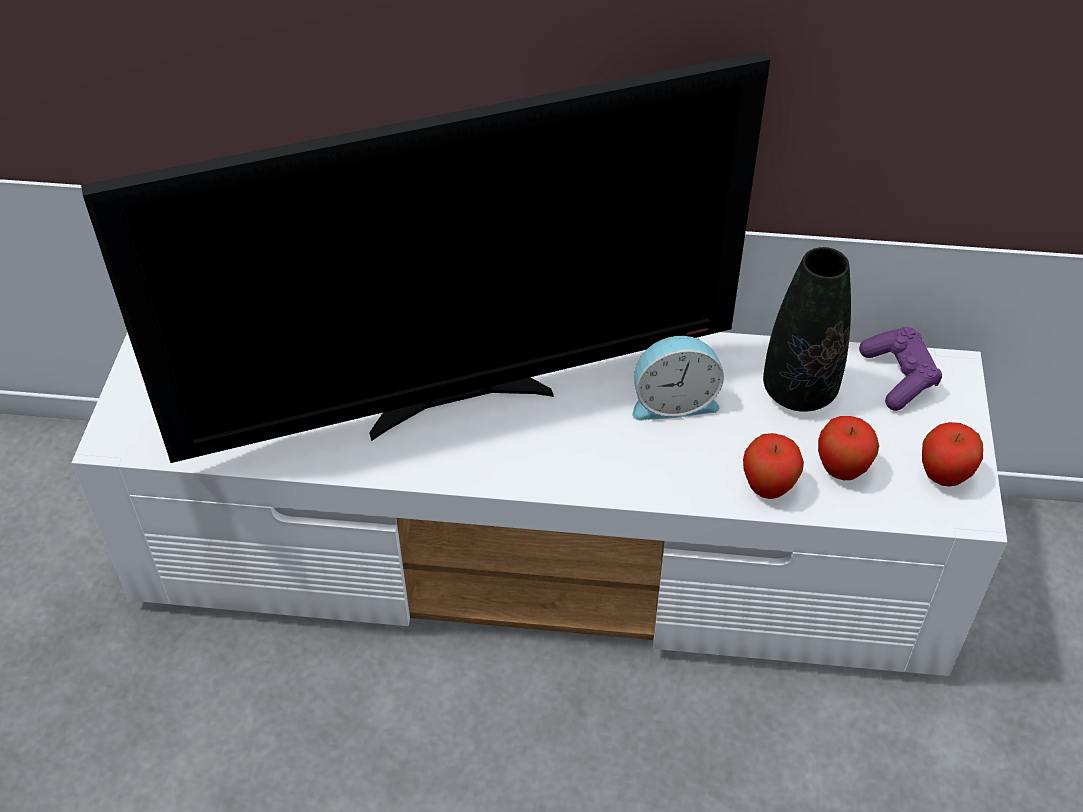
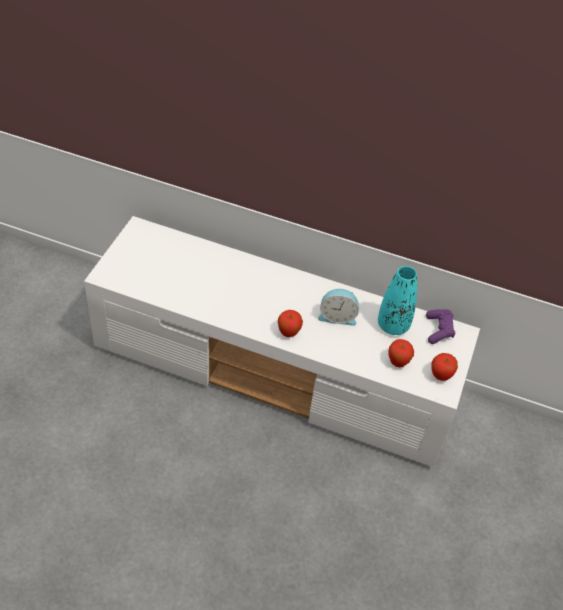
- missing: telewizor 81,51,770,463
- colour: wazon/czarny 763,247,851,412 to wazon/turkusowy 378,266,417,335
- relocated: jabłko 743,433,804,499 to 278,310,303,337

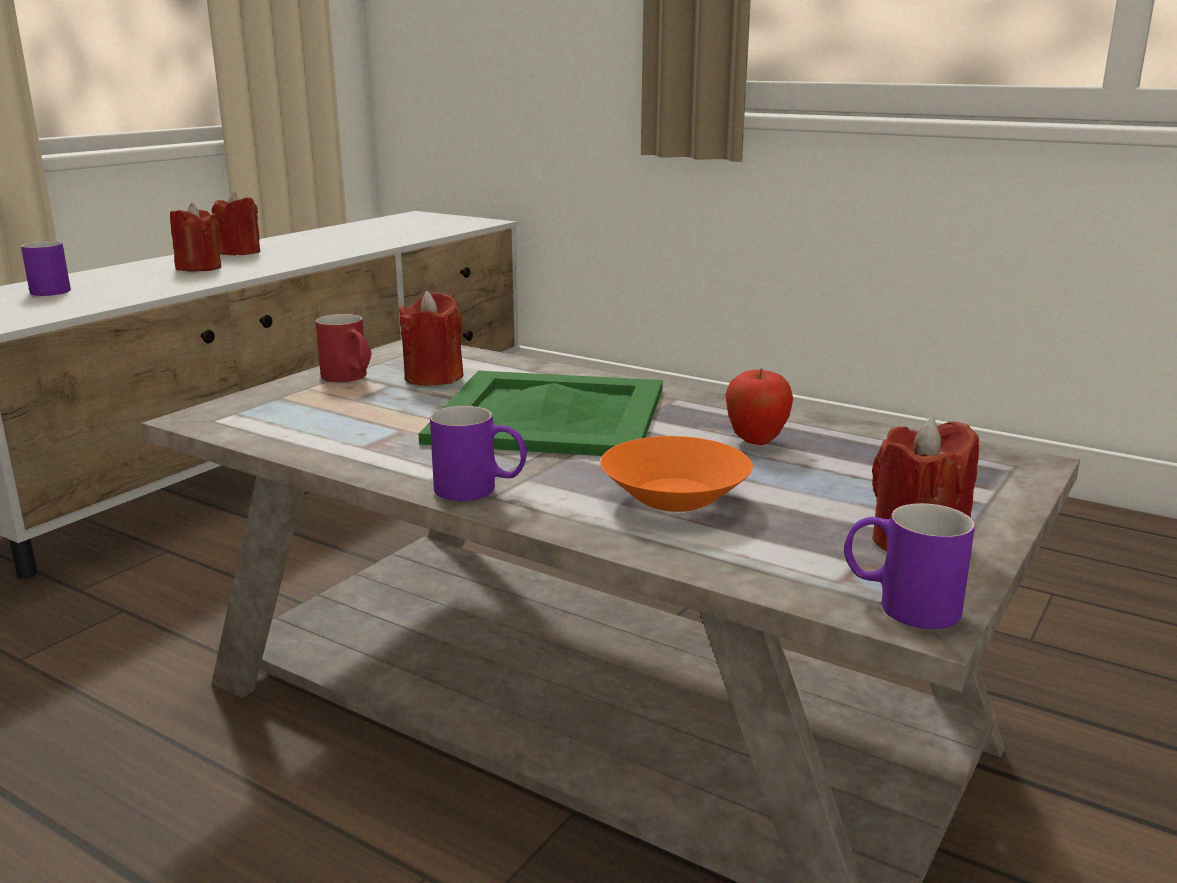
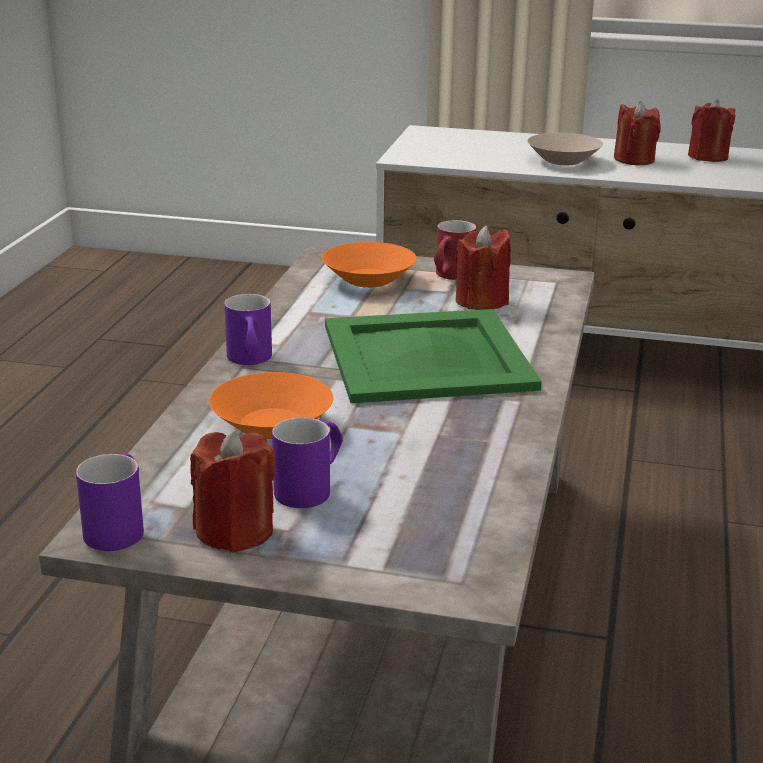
- relocated: kubek/fioletowy 21,241,71,296 to 272,417,343,508
- missing: jabłko 725,368,793,445
- appeared: miska/beżowy 527,133,603,165
- appeared: miska/pomarańczowy 322,242,417,288

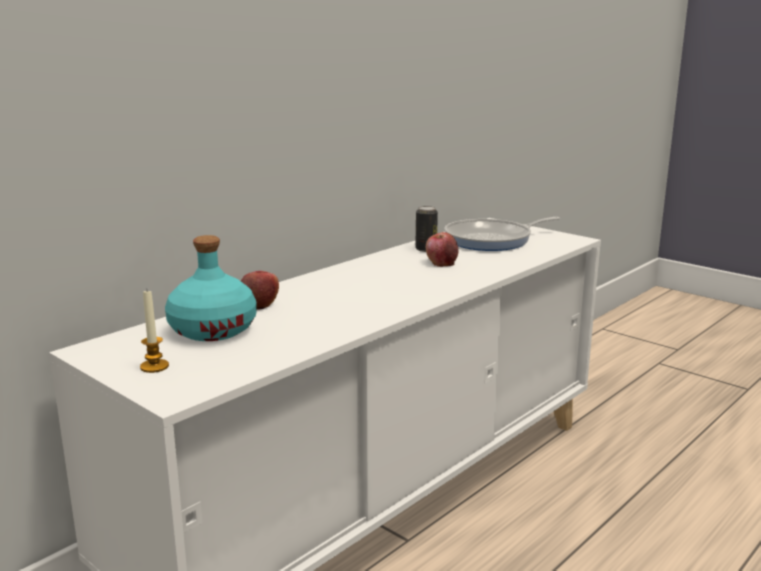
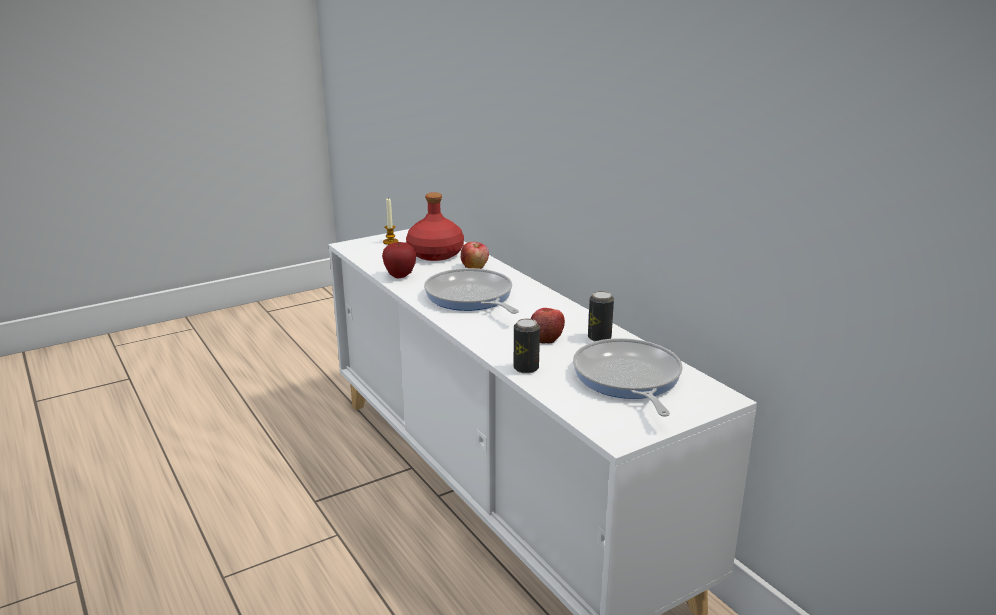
- colour: butelka/turkusowy 165,235,256,341 to butelka/czerwony 406,192,464,261
- appeared: jabłko 382,242,416,278
- appeared: patelnia 424,268,519,314
- appeared: puszka 514,319,540,374

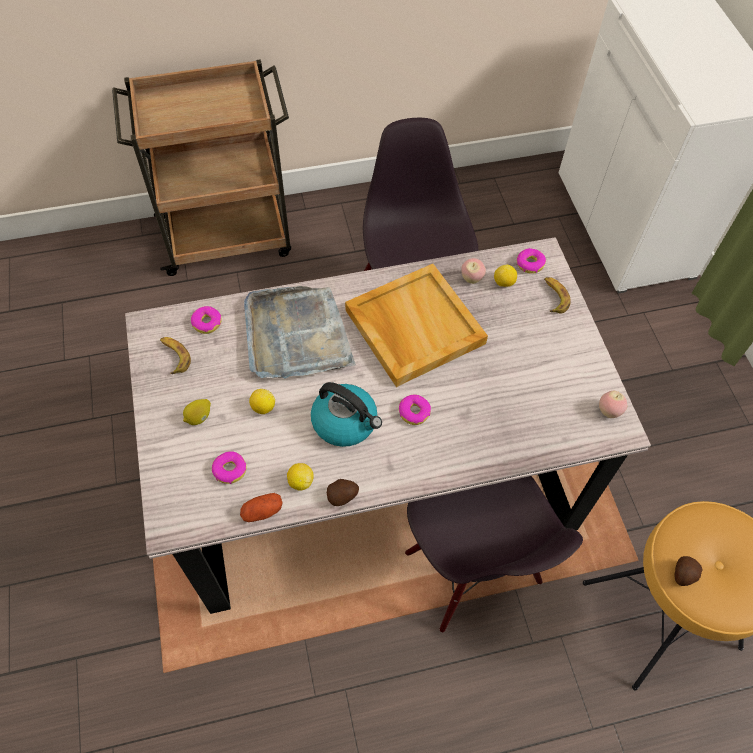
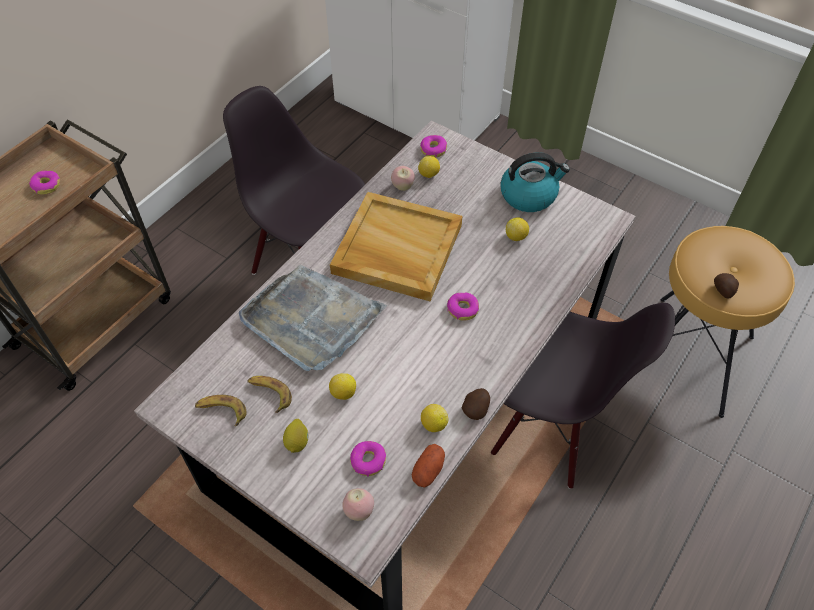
- relocated: banan 544,277,571,314 to 247,376,292,413
- relocated: donut 191,306,222,334 to 29,171,60,195
- relocated: czajnik 311,382,382,447 to 500,152,570,212
- relocated: jabłko 599,391,627,418 to 342,488,374,521
- appeared: cytryna 506,218,529,241

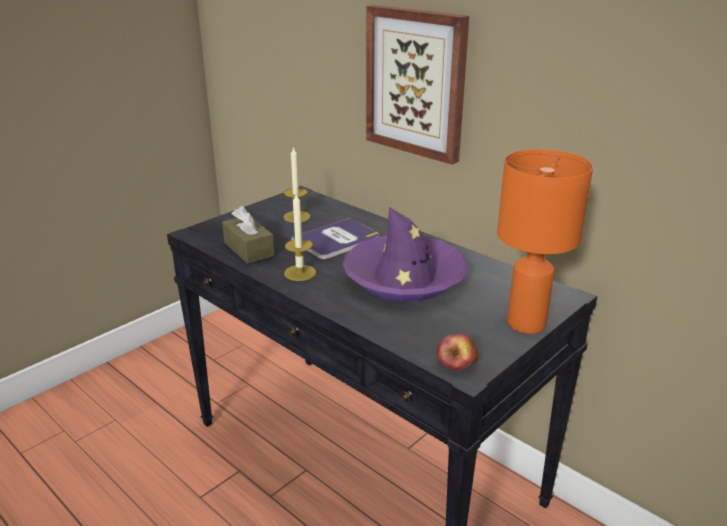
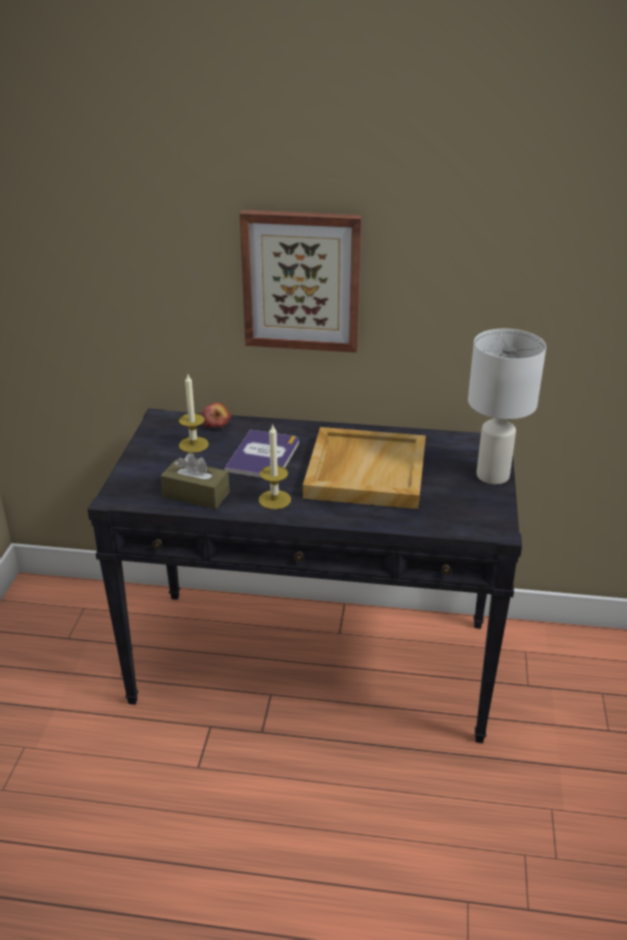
- colour: lampa stołowa/pomarańczowy 497,149,593,334 to lampa stołowa/biały 468,329,546,484
- exchanged: kapelusz/fioletowy 342,207,468,302 to taca/beżowy 303,427,426,509
- relocated: jabłko 437,334,479,371 to 201,402,231,428

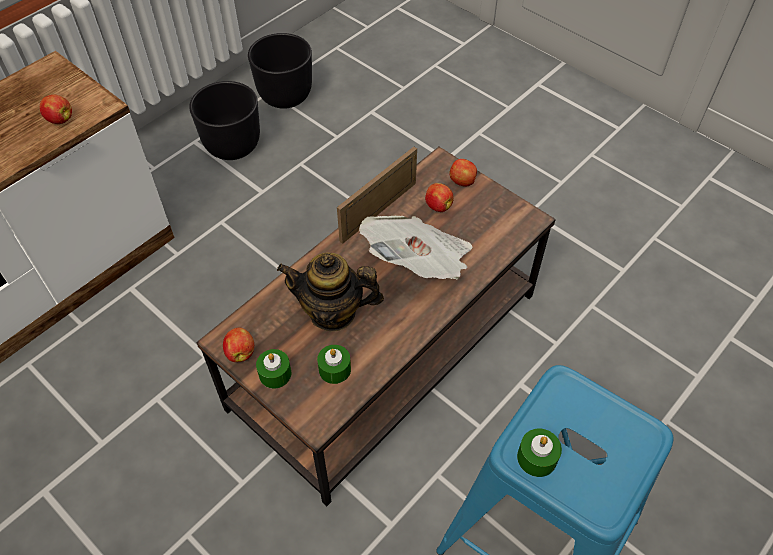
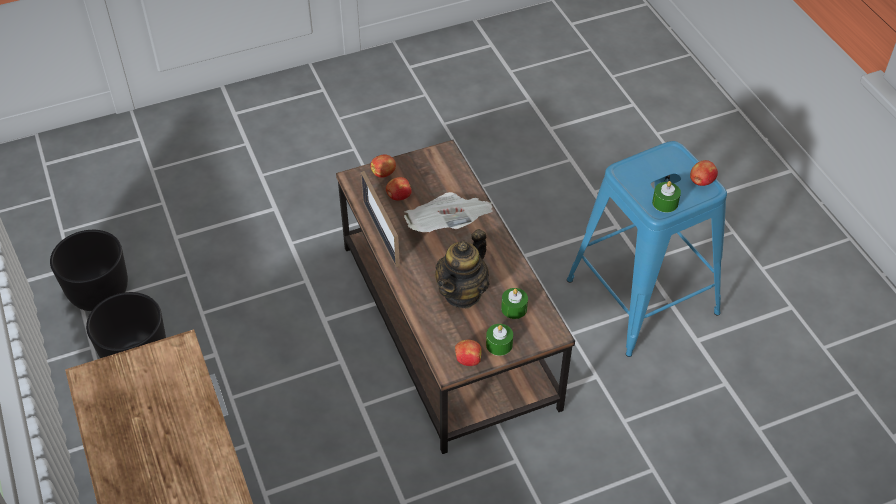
- relocated: jabłko 40,95,72,124 to 690,160,718,186

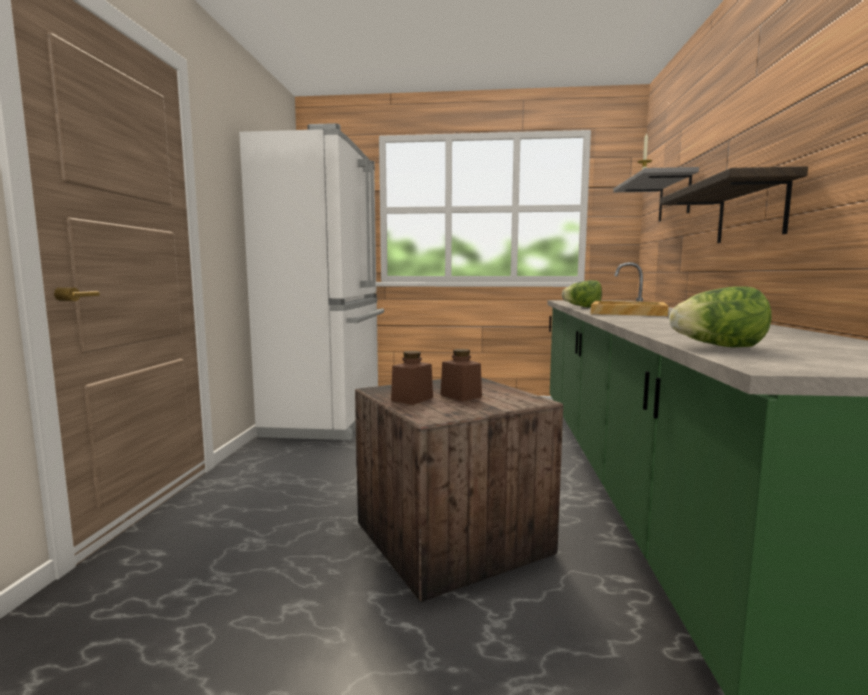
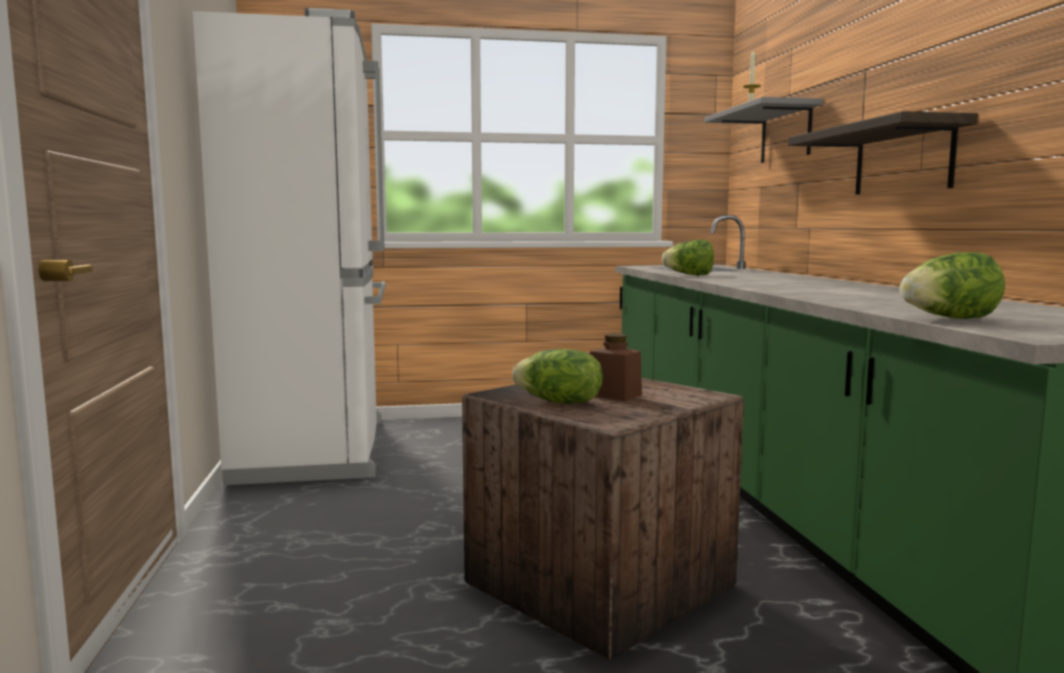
- missing: taca/beżowy 591,301,669,316
- exchanged: słoik/brązowy 391,351,433,405 to sałata 512,349,603,404

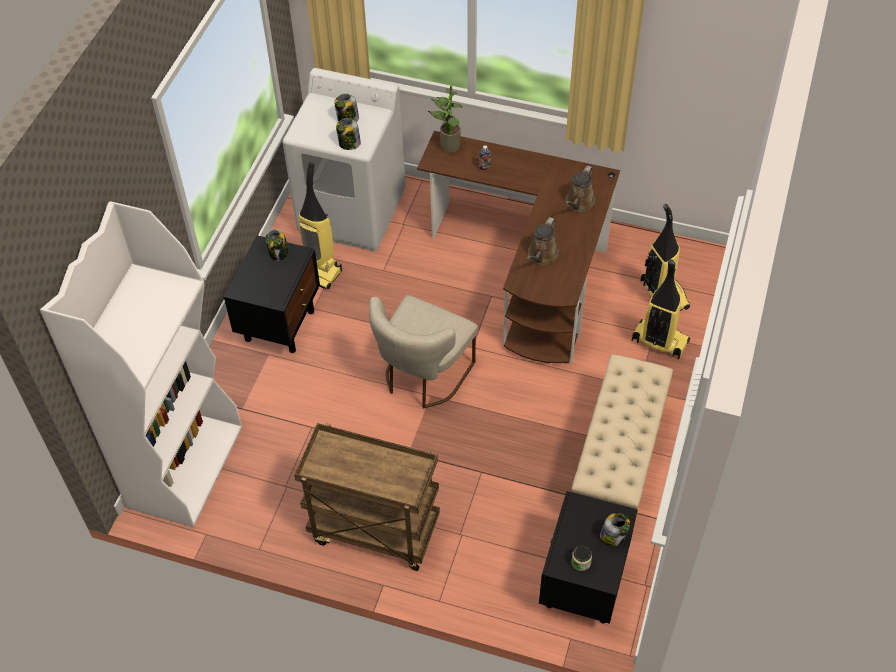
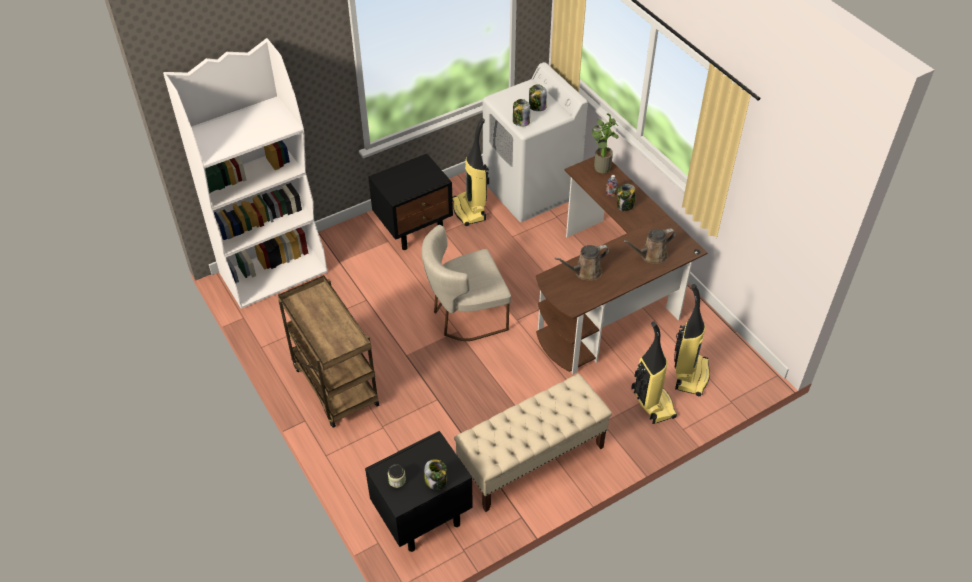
- relocated: słoik 265,229,289,261 to 617,184,635,211

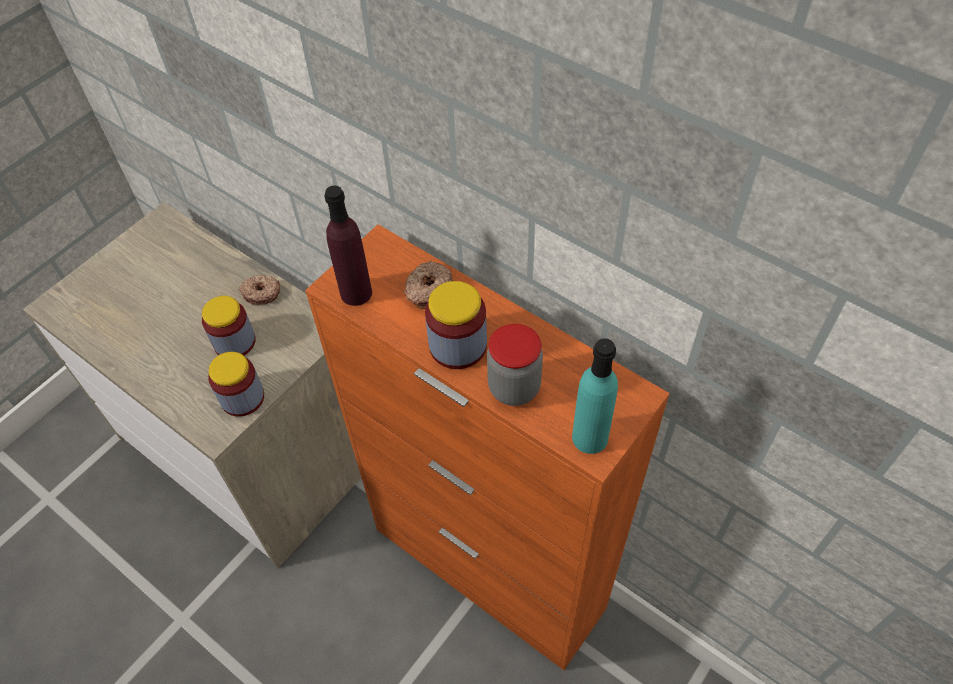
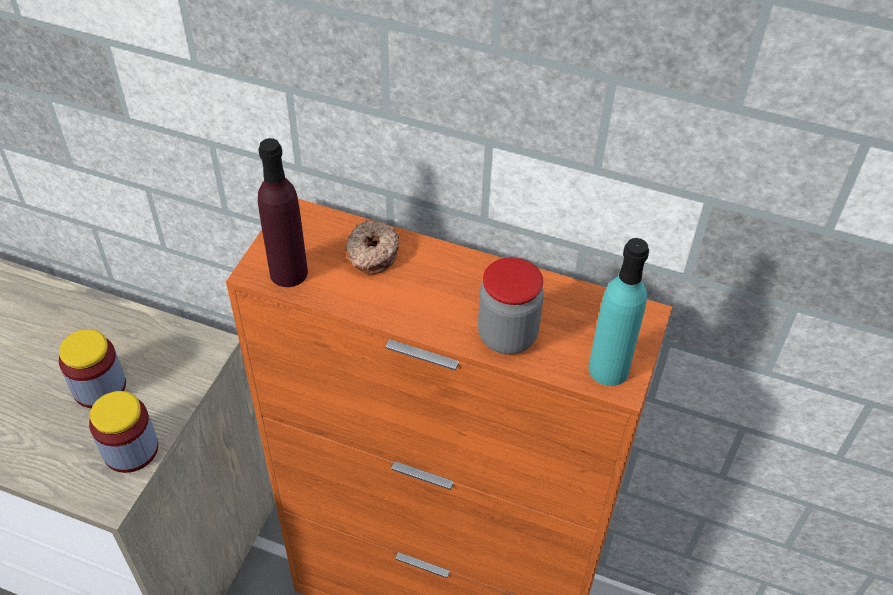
- missing: donut 239,275,280,305
- missing: słoik 425,281,487,369

